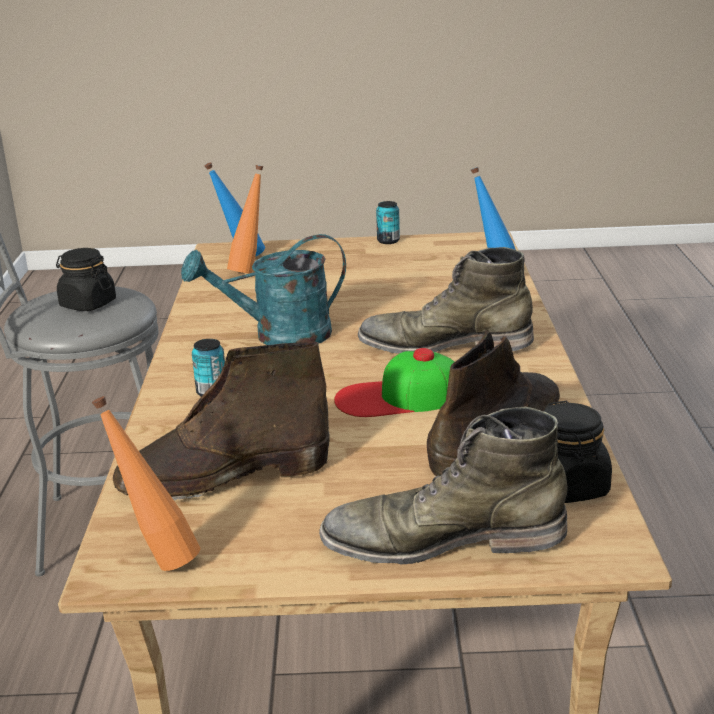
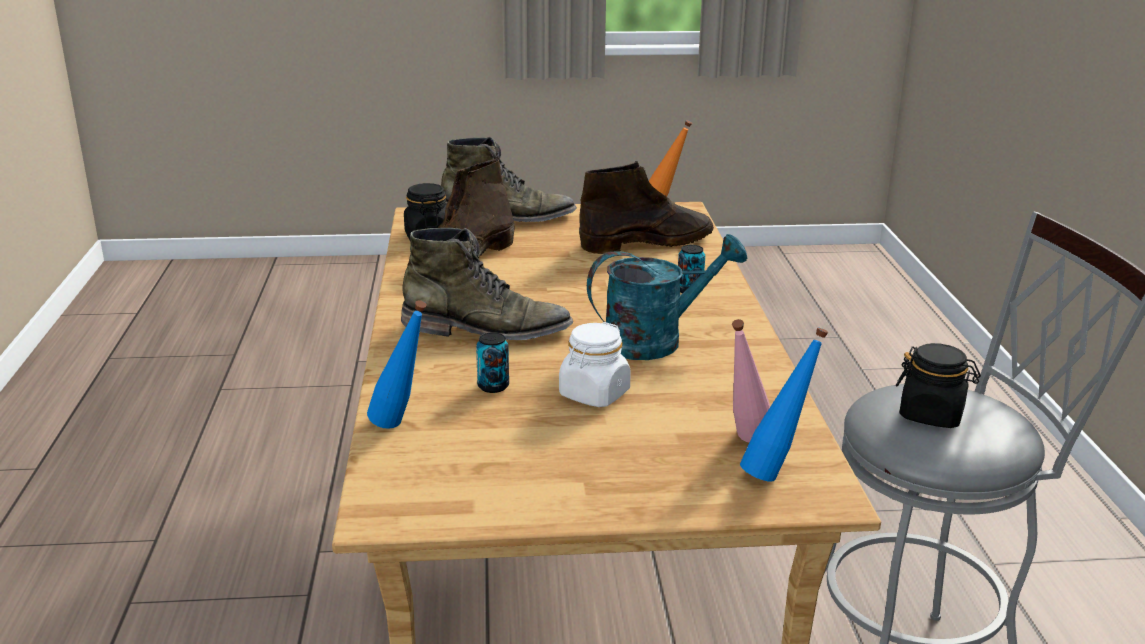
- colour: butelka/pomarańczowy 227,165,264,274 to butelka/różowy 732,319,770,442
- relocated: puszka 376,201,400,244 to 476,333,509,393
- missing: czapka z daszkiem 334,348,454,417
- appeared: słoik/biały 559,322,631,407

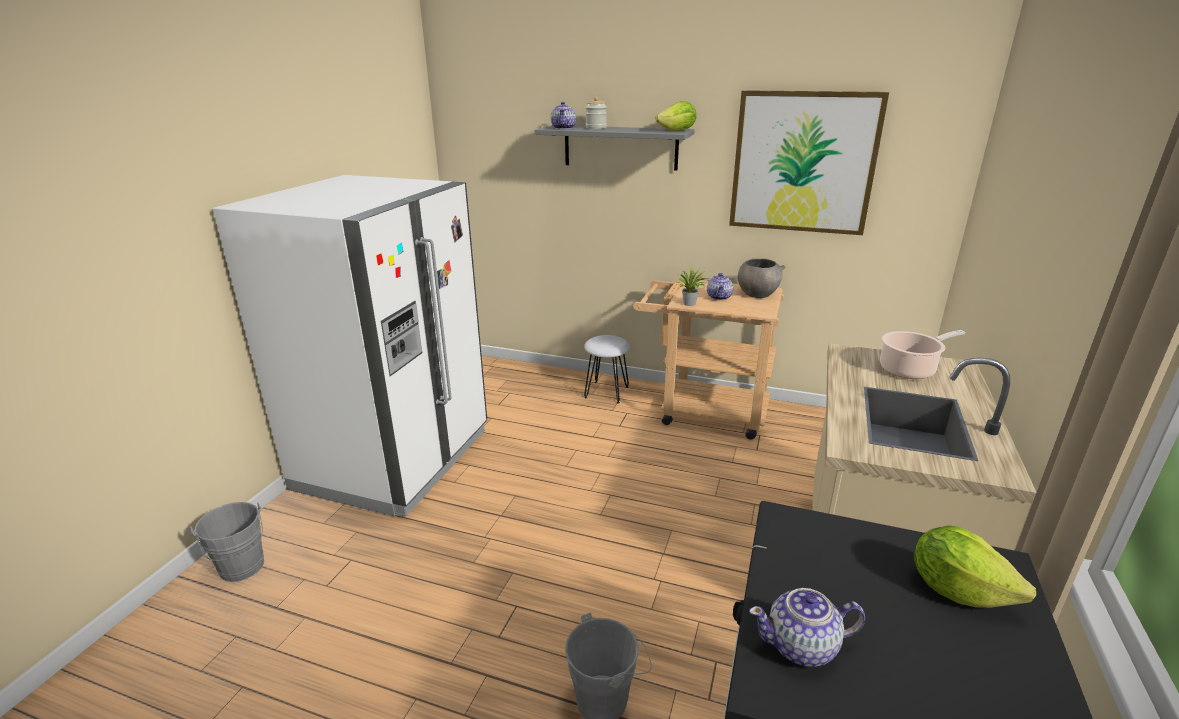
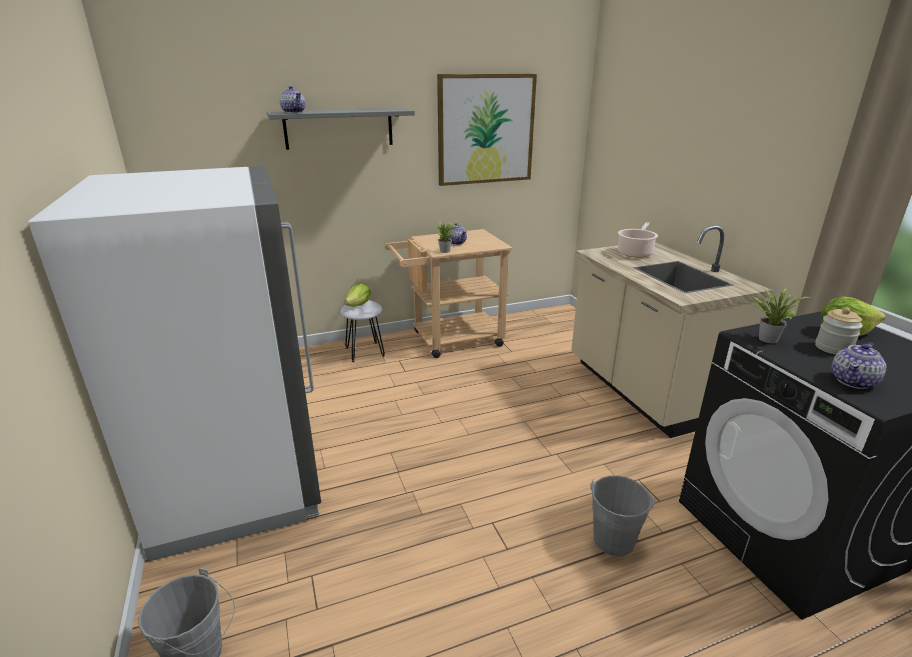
- relocated: słoik 585,97,607,129 to 815,308,863,355
- relocated: sałata 656,101,697,131 to 344,283,371,307
- missing: miska/szary 738,259,785,298
- appeared: roślina doniczkowa 753,288,810,343

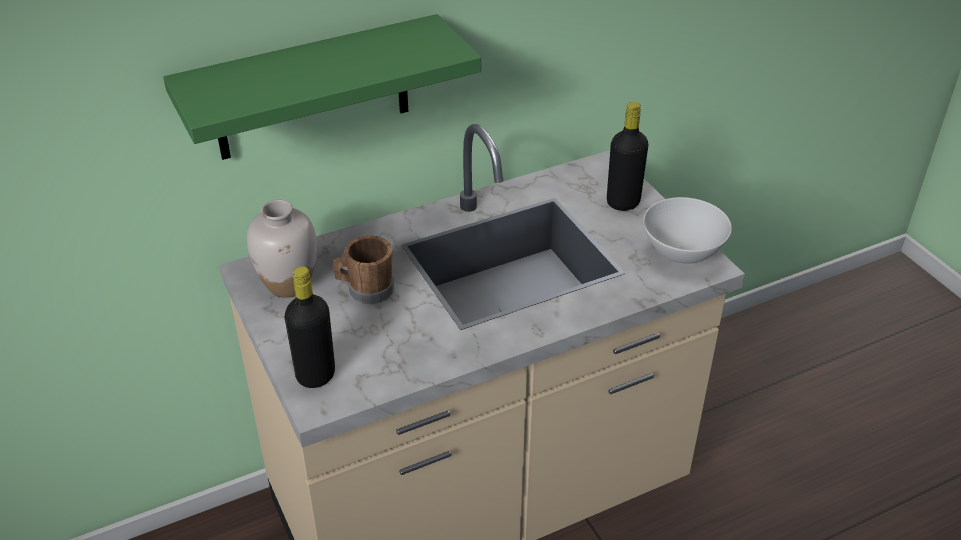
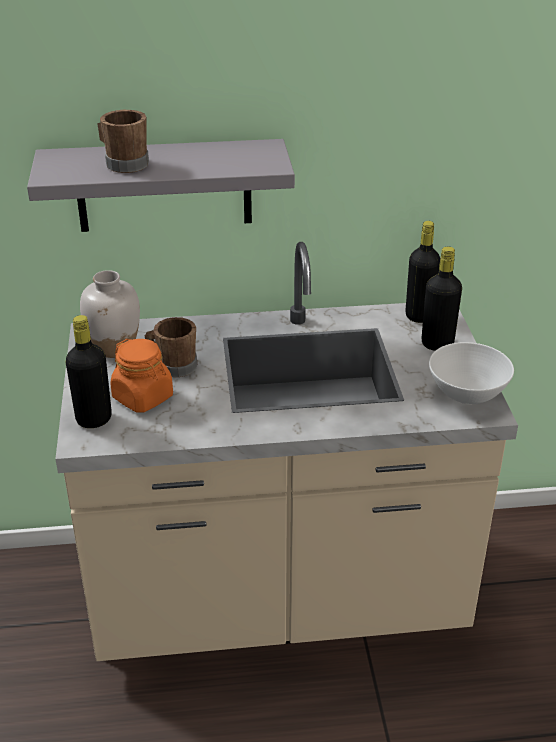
- colour: półka/zielony 163,14,481,160 to półka/szary 27,139,295,232
- appeared: kubek/brązowy 97,110,149,173
- appeared: butelka/czarny 405,221,440,323
- appeared: słoik/pomarańczowy 110,339,173,413

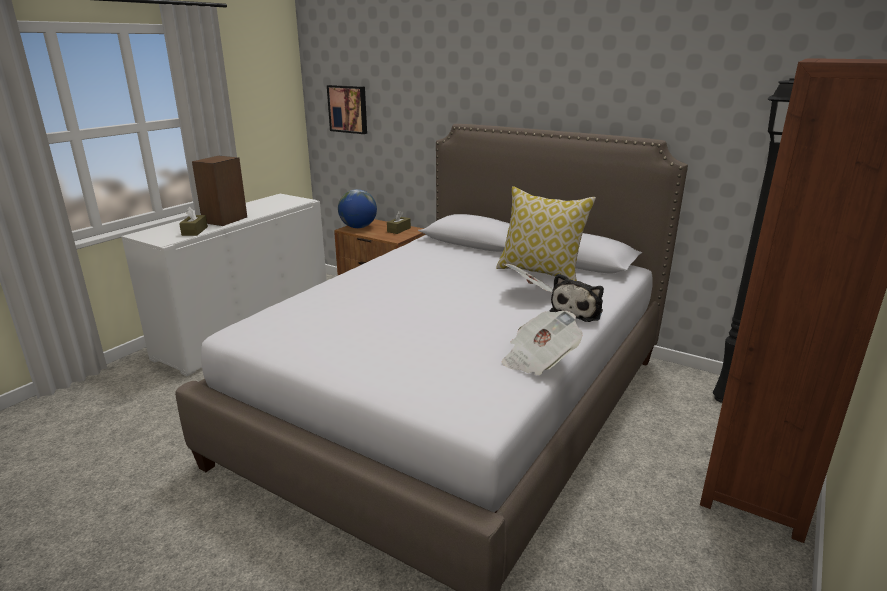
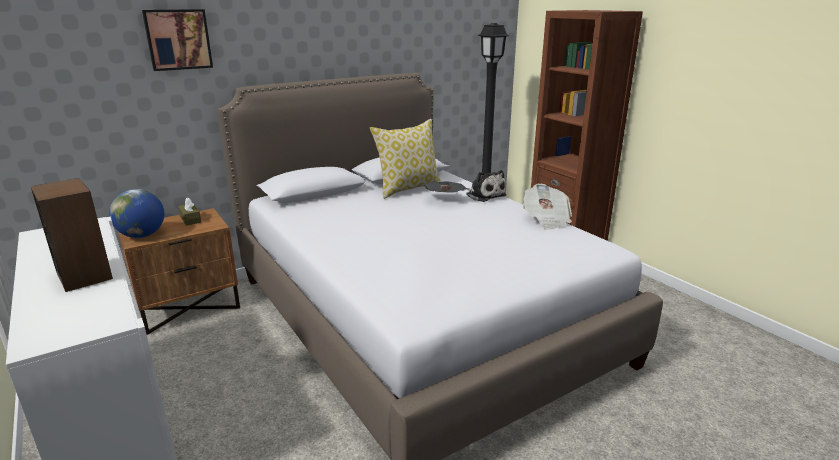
- relocated: obraz 327,85,367,134 to 142,9,213,71
- missing: pudełko chusteczek/brązowy 179,207,208,236

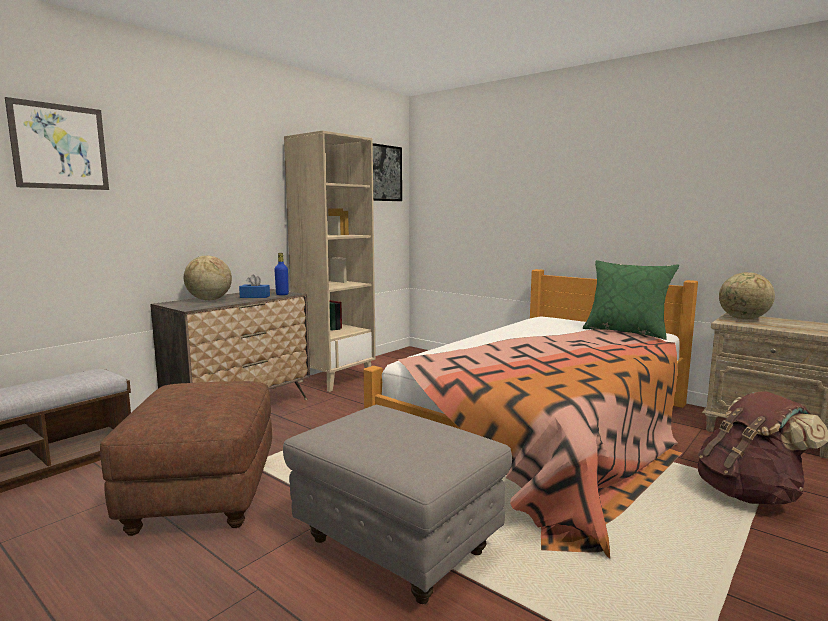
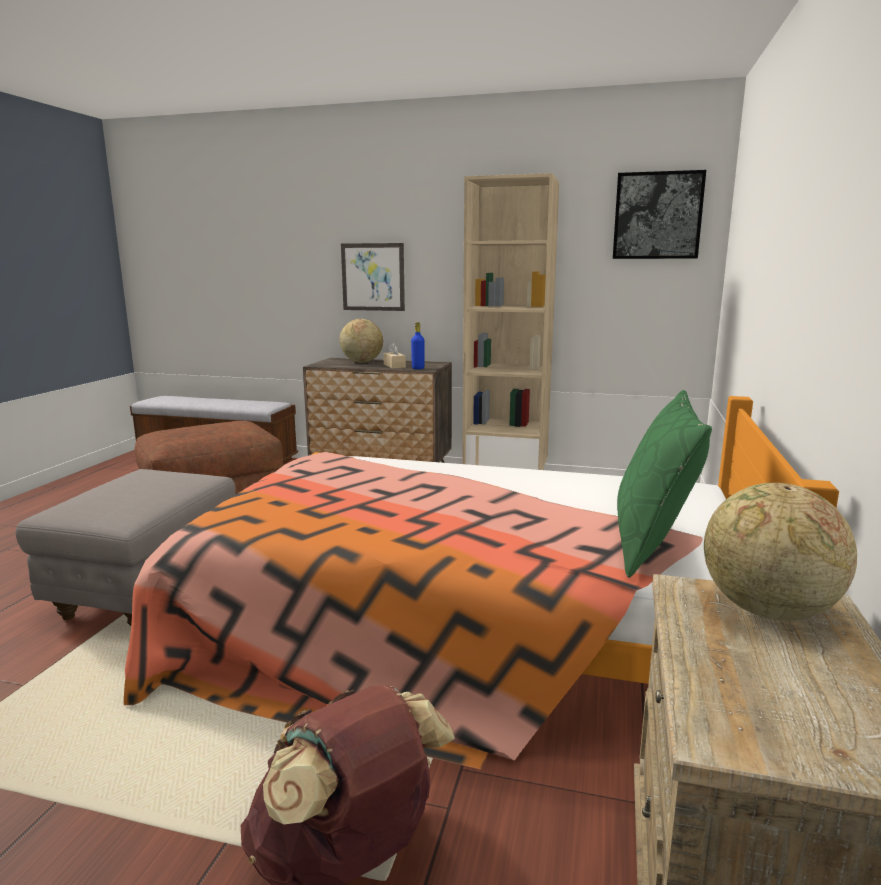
- relocated: obraz 5,97,109,190 to 341,243,405,311
- colour: pudełko chusteczek/niebieski 239,275,270,298 to pudełko chusteczek/beżowy 383,343,406,368

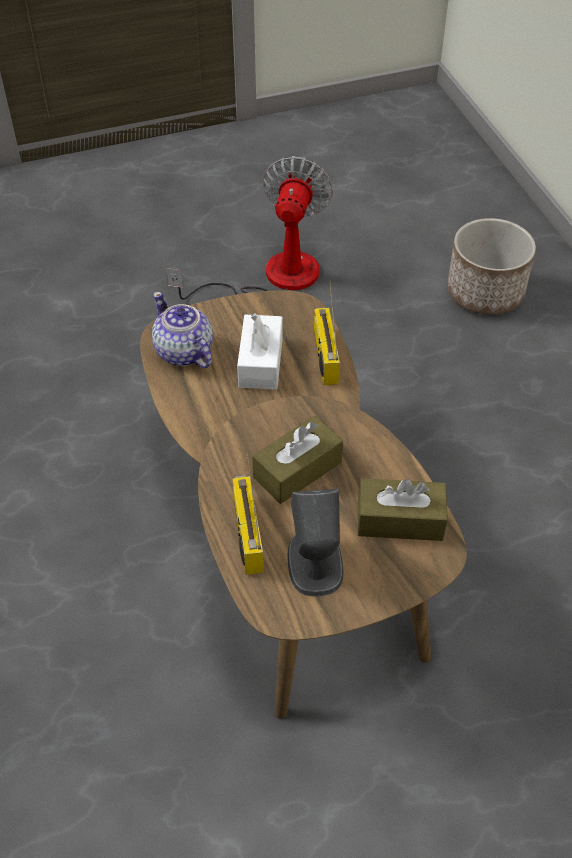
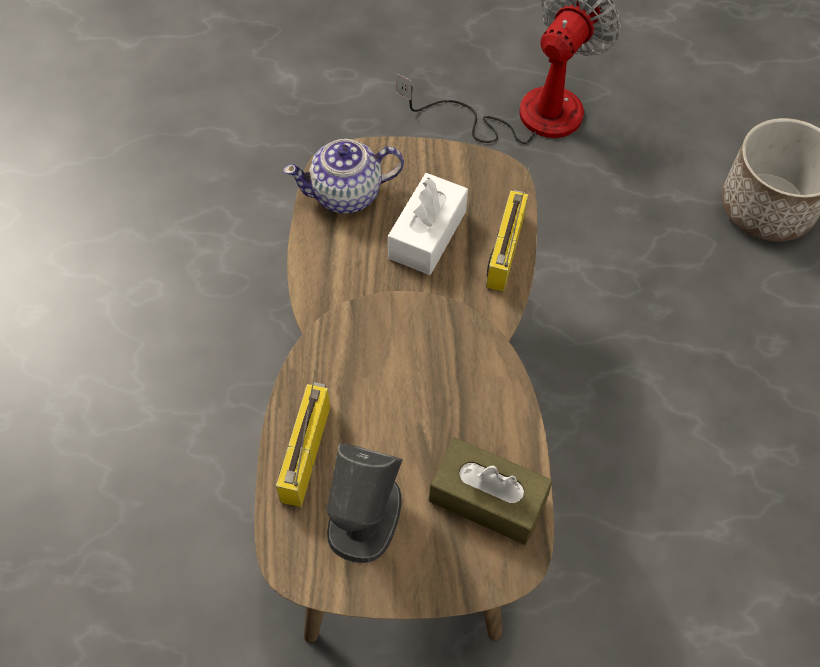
- spun: imbryk 152,292,213,368 = 283,139,404,213 90 degrees counterclockwise
- missing: pudełko chusteczek/brązowy 252,416,343,504

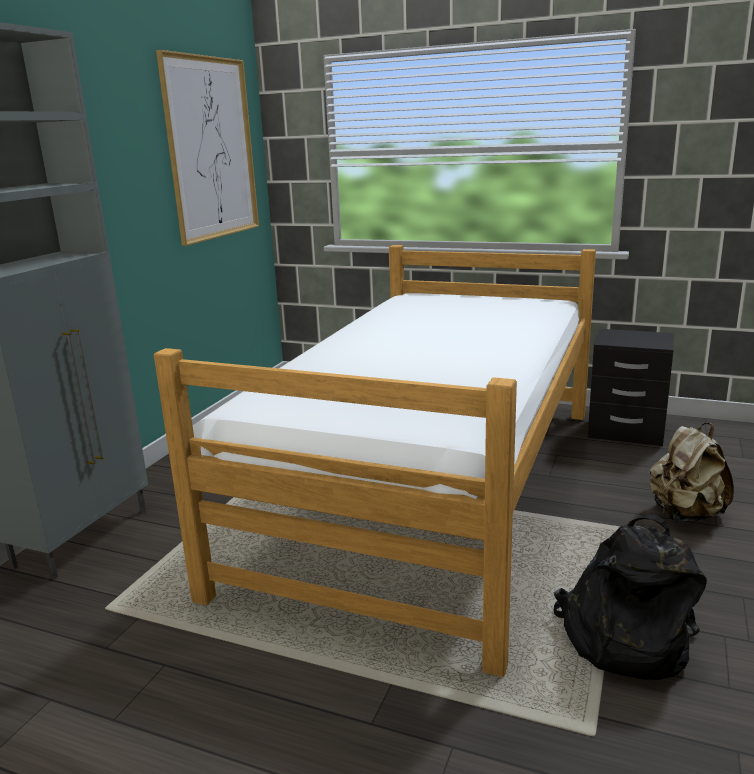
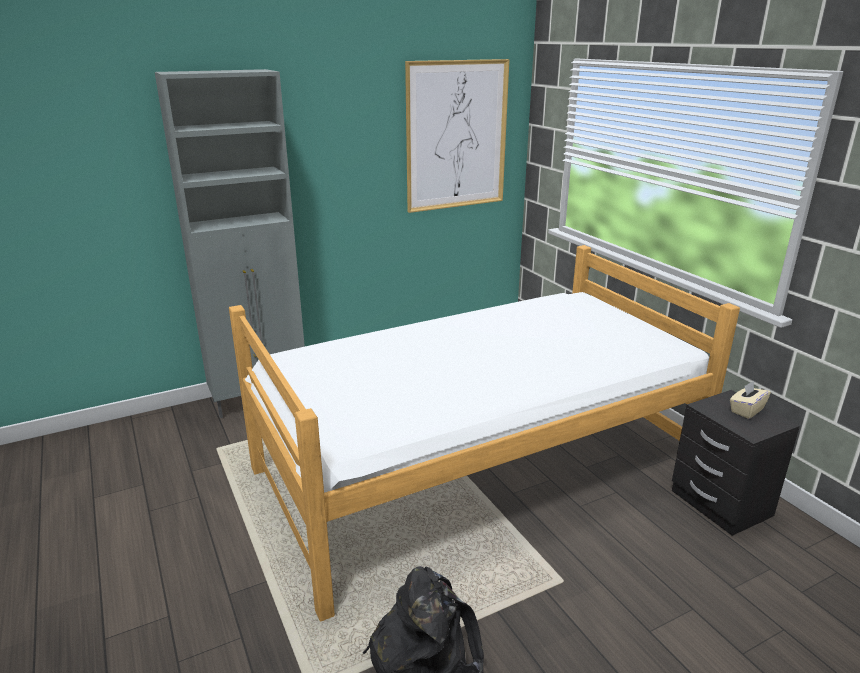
- missing: plecak/beżowy 650,423,734,522
- appeared: pudełko chusteczek/beżowy 730,381,771,419

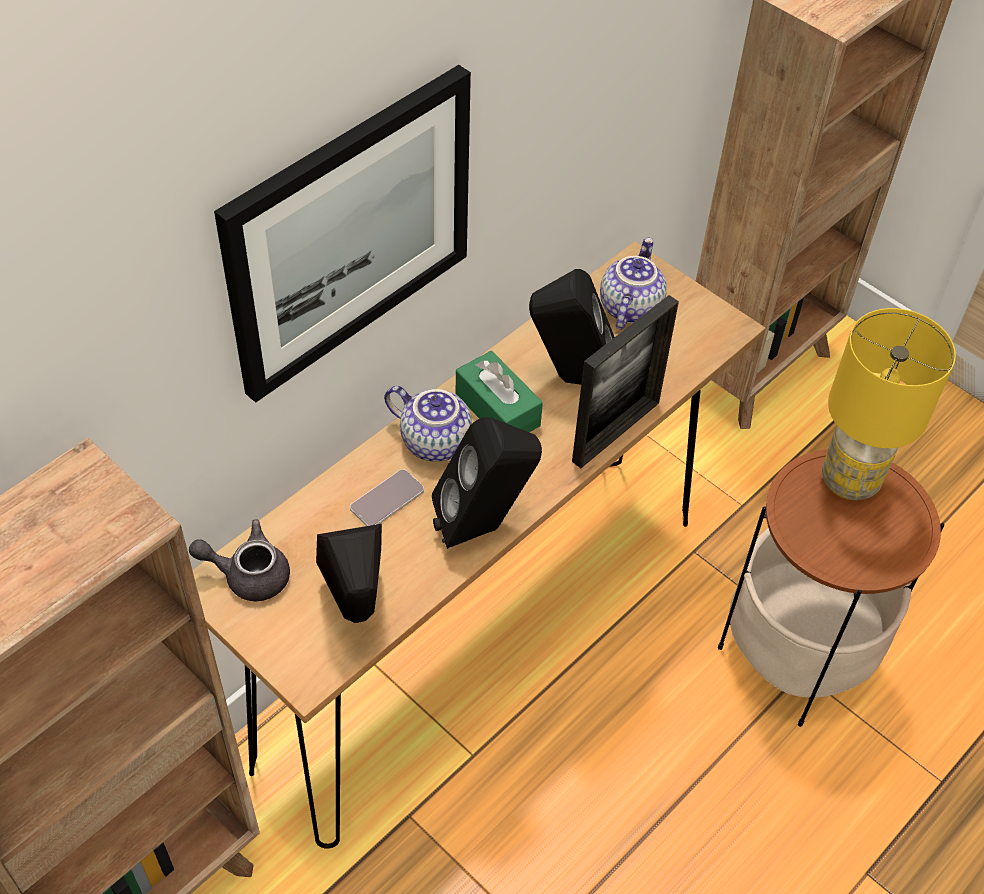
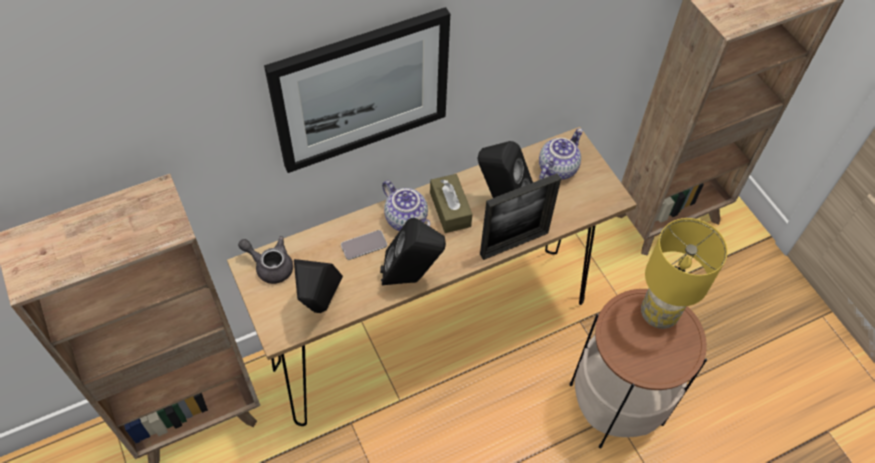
- colour: pudełko chusteczek/zielony 456,351,543,432 to pudełko chusteczek/brązowy 430,174,472,233

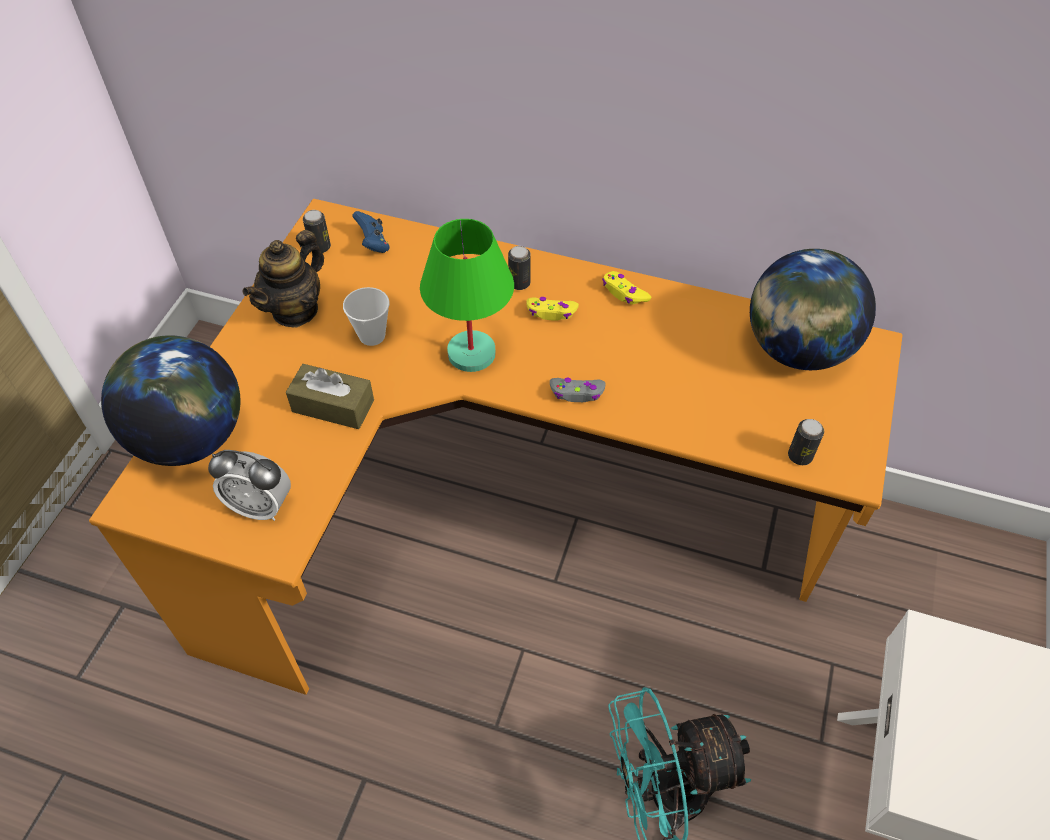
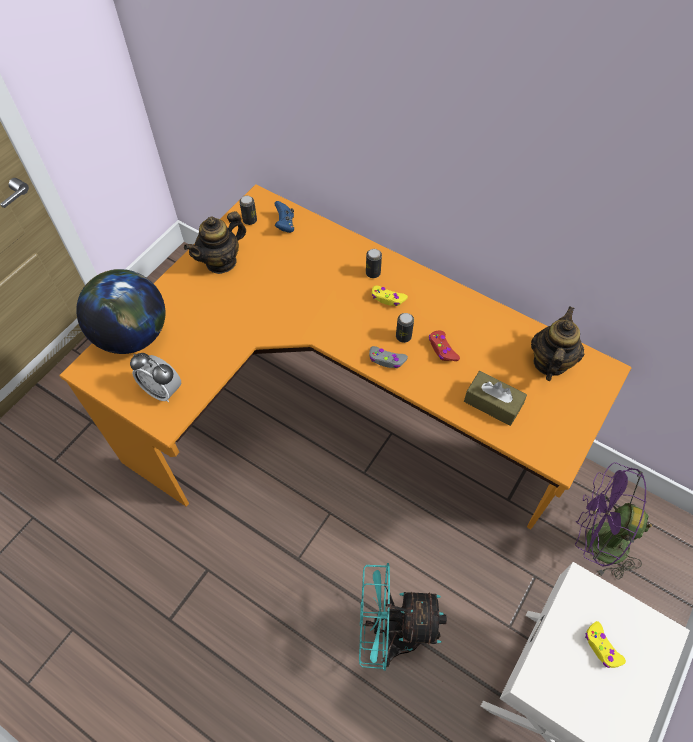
- missing: lampa stołowa/zielony 420,219,514,372
- exchanged: globus 750,249,876,370 to imbryk 531,306,584,381
- relocated: pad do gier/żółty 602,271,652,304 to 585,621,626,668
- missing: filiżanka 343,287,389,346
- relocated: pudełko chusteczek/brązowy 286,364,374,429 to 464,371,527,426
- relocated: puszka 788,419,824,465 to 396,313,414,343
- appeared: pad do gier/czerwony 429,331,460,361
- appeared: wentylator/fioletowy 575,462,652,580

